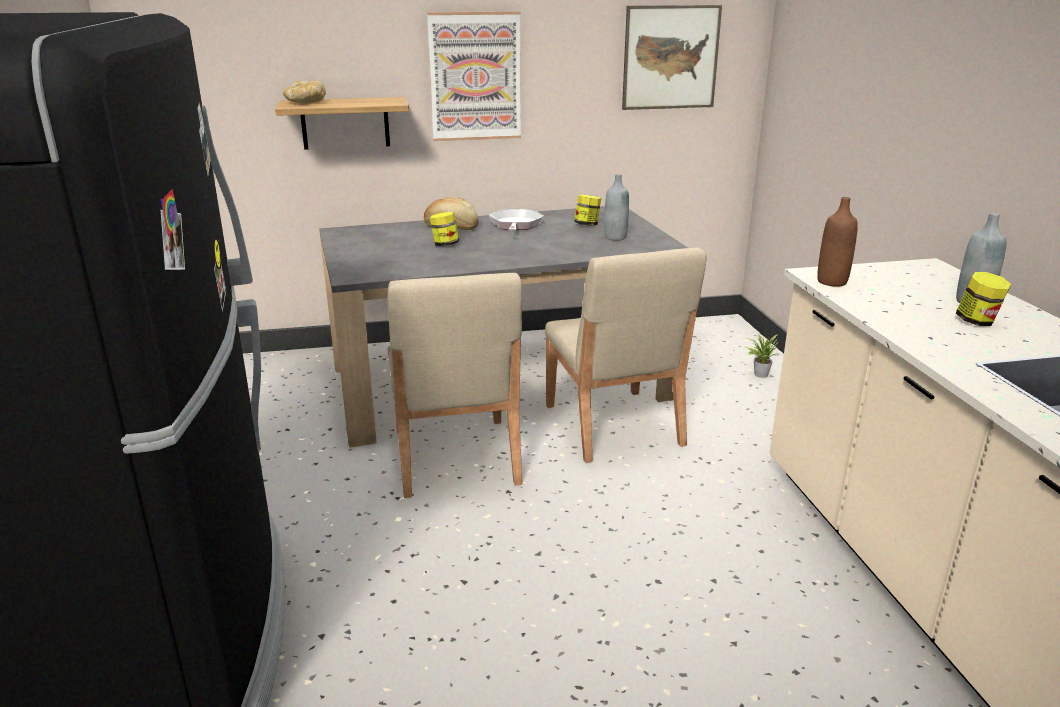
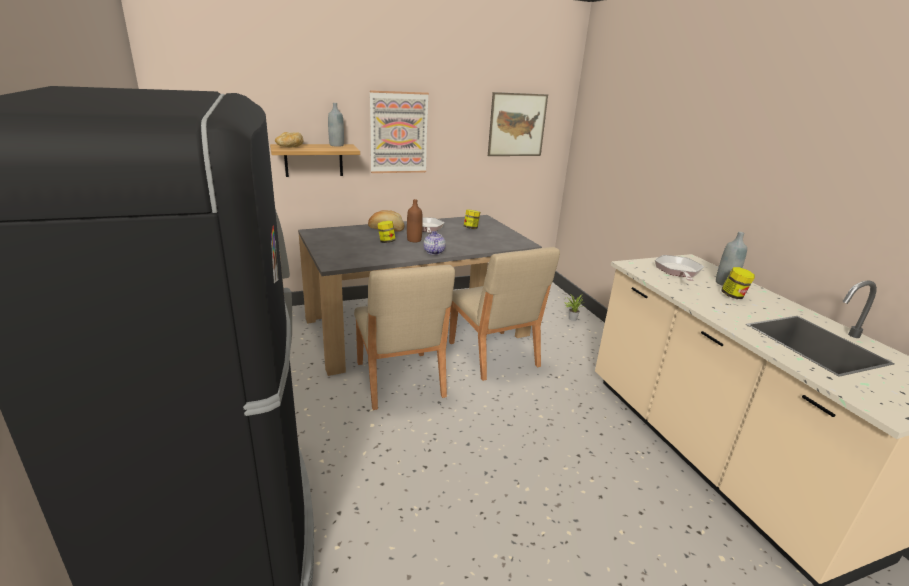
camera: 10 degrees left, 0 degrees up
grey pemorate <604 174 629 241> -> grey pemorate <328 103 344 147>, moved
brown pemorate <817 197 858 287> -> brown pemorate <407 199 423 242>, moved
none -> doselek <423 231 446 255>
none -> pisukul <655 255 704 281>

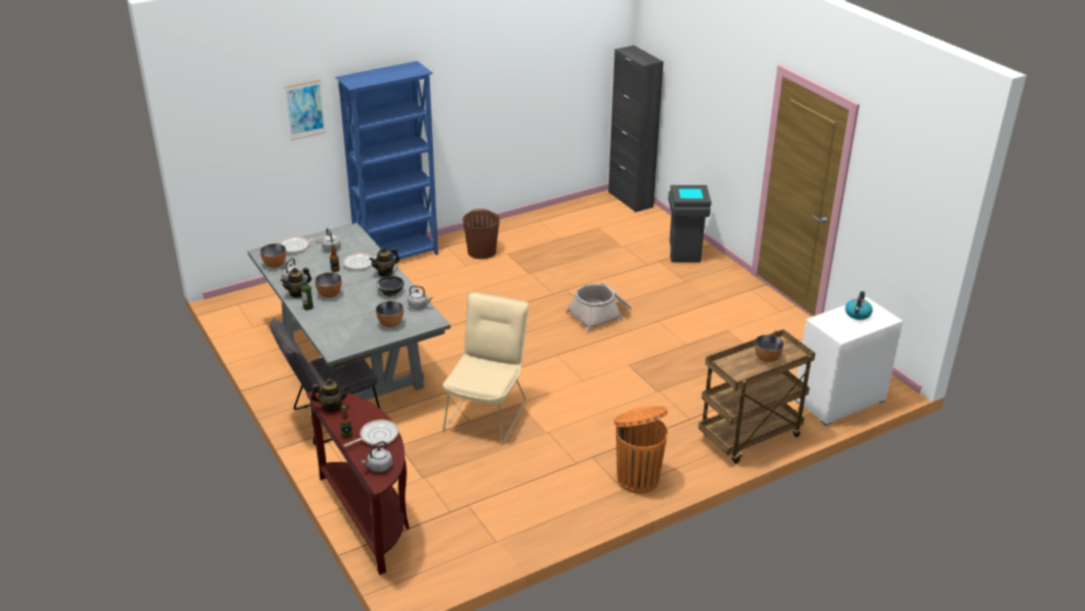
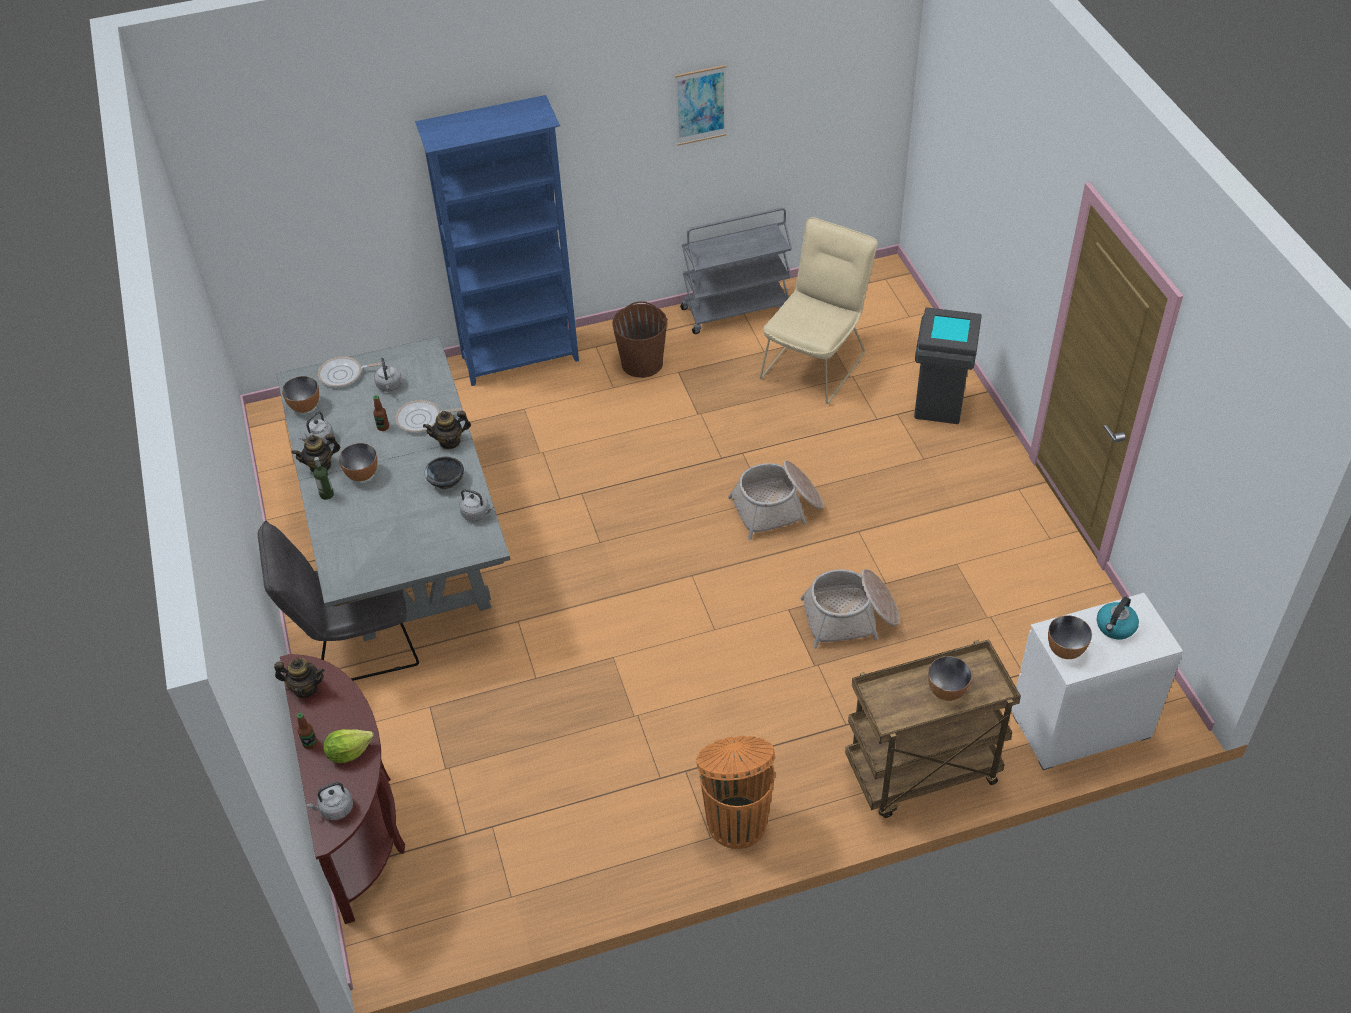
camera: 15 degrees right, 15 degrees up
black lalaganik <608 45 663 212> -> none
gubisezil <284 79 326 140> -> gubisezil <674 65 727 146>, moved
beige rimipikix <443 292 529 443> -> beige rimipikix <760 217 878 404>, moved
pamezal <376 301 404 328> -> pamezal <1048 615 1092 659>, moved
pisukul <344 420 399 447> -> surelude <323 729 374 763>
none -> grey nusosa <680 208 792 334>
none -> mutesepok <800 569 899 649>

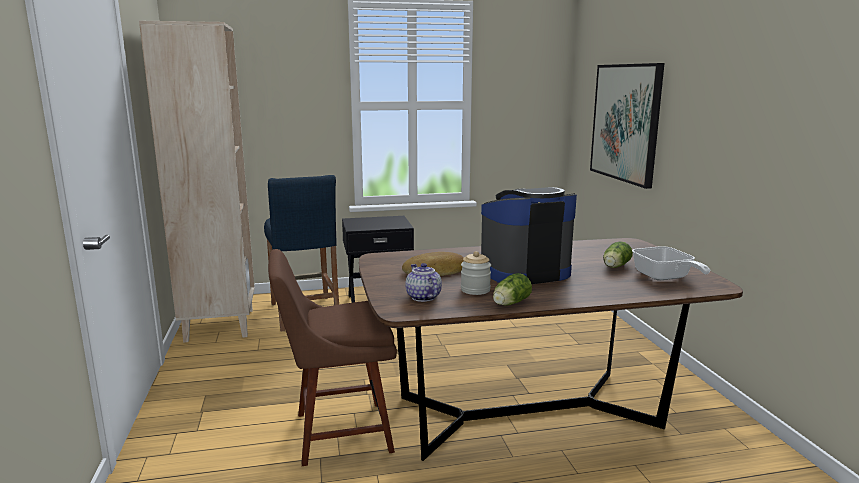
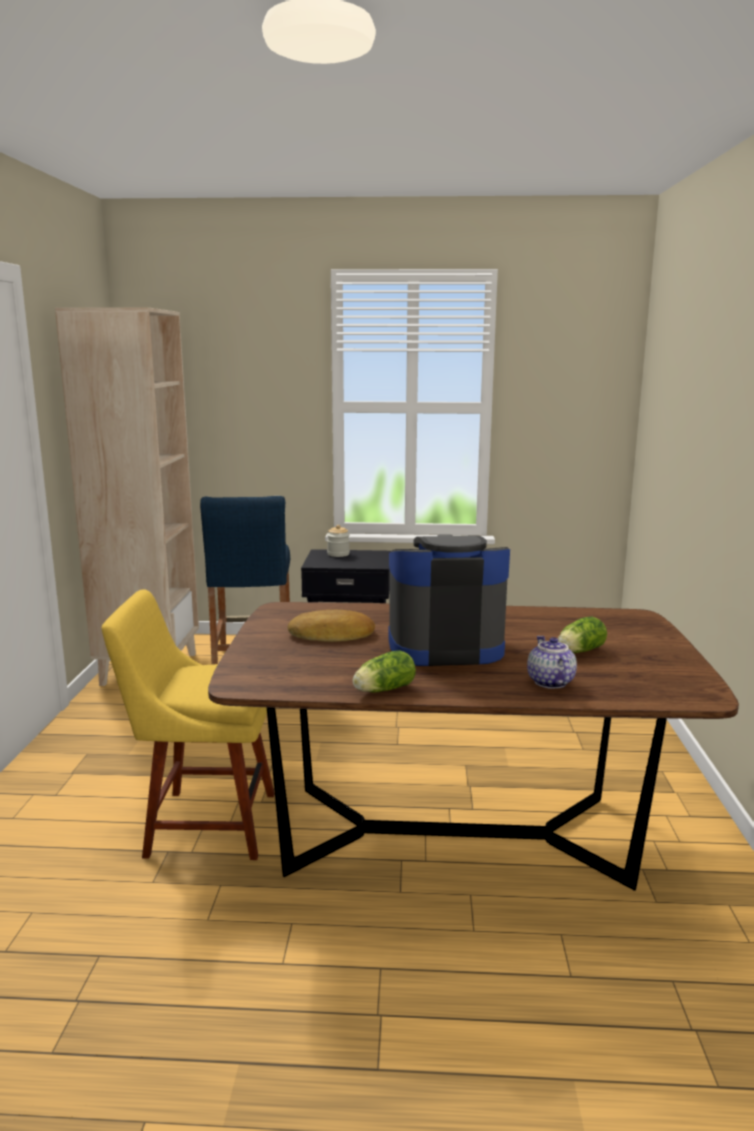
camera: 15 degrees right, 0 degrees up
gubisezil <590 63 664 189> -> none
pisukul <632 246 710 281> -> none
brown rimipikix <268 249 397 466> -> yellow rimipikix <102 589 275 860>
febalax <461 251 491 295> -> febalax <327 525 350 557>, moved
doselek <405 263 442 302> -> doselek <527 636 577 689>, moved

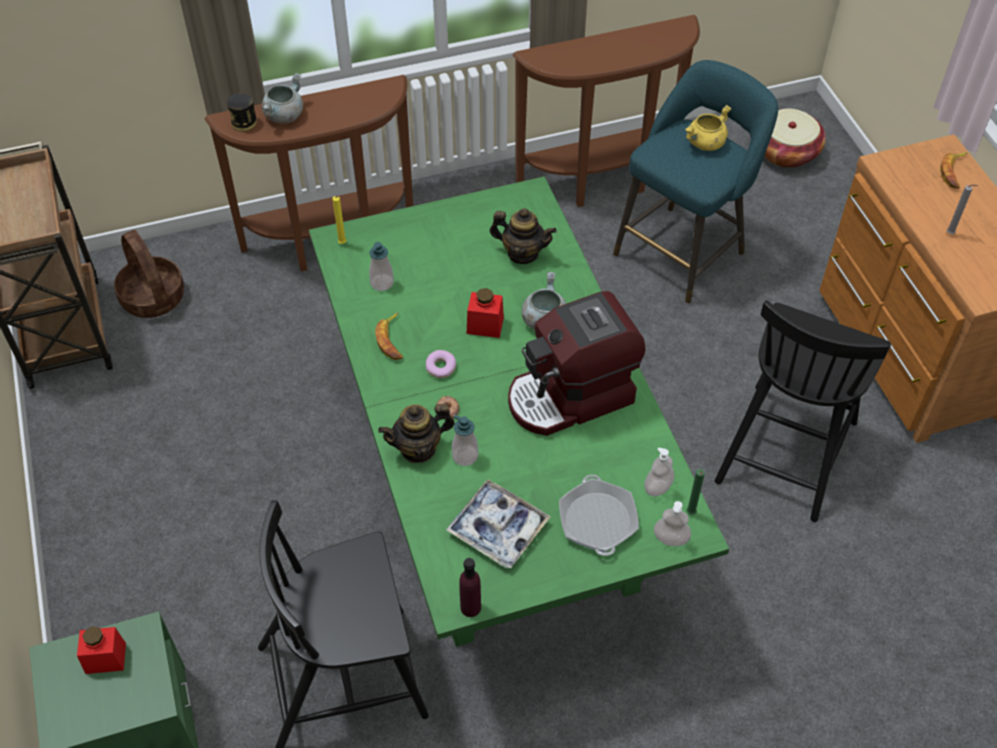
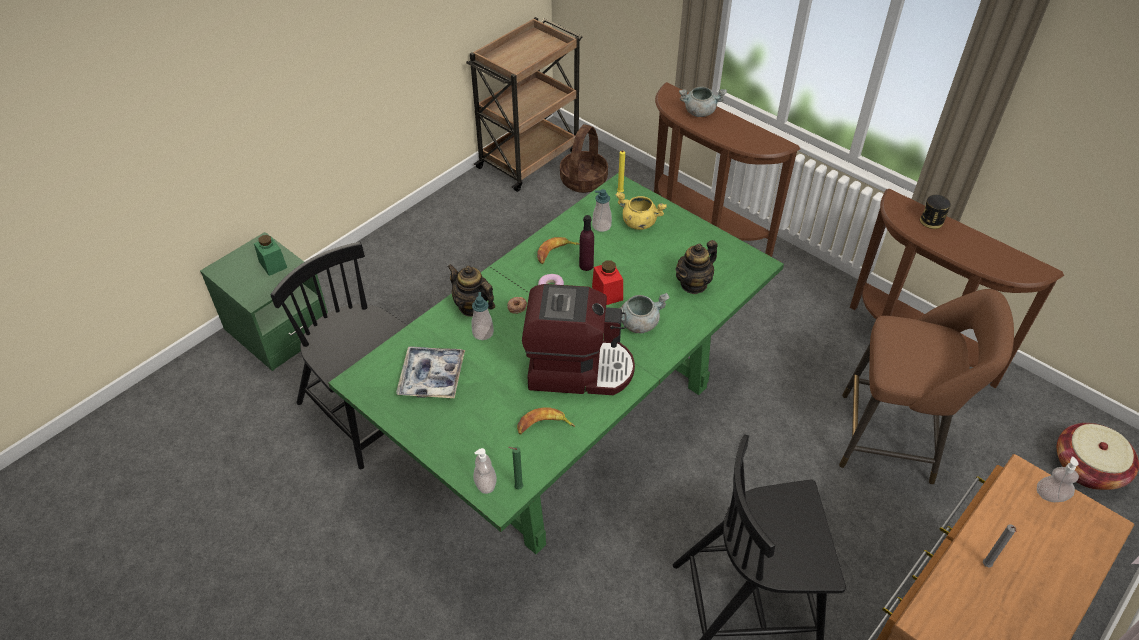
camera: 60 degrees right, 5 degrees down
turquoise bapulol <613 60 778 303> -> brown bapulol <839 289 1014 484>
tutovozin <227 93 257 131> -> tutovozin <920 195 951 229>, moved
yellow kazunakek <685 105 731 151> -> yellow kazunakek <616 192 667 230>, moved
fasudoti <940 153 967 189> -> fasudoti <517 407 575 434>, moved
doselek <490 208 557 264> -> doselek <675 240 718 294>, 60 degrees clockwise
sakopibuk <508 291 646 436> -> sakopibuk <522 284 635 395>, 150 degrees clockwise
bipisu <644 448 674 497> -> bipisu <1037 457 1079 502>, moved
pisukul <559 475 639 556> -> none
purple pemorate <459 558 481 617> -> purple pemorate <579 215 594 271>, moved
red febalax <77 626 126 674> -> green febalax <254 235 287 276>

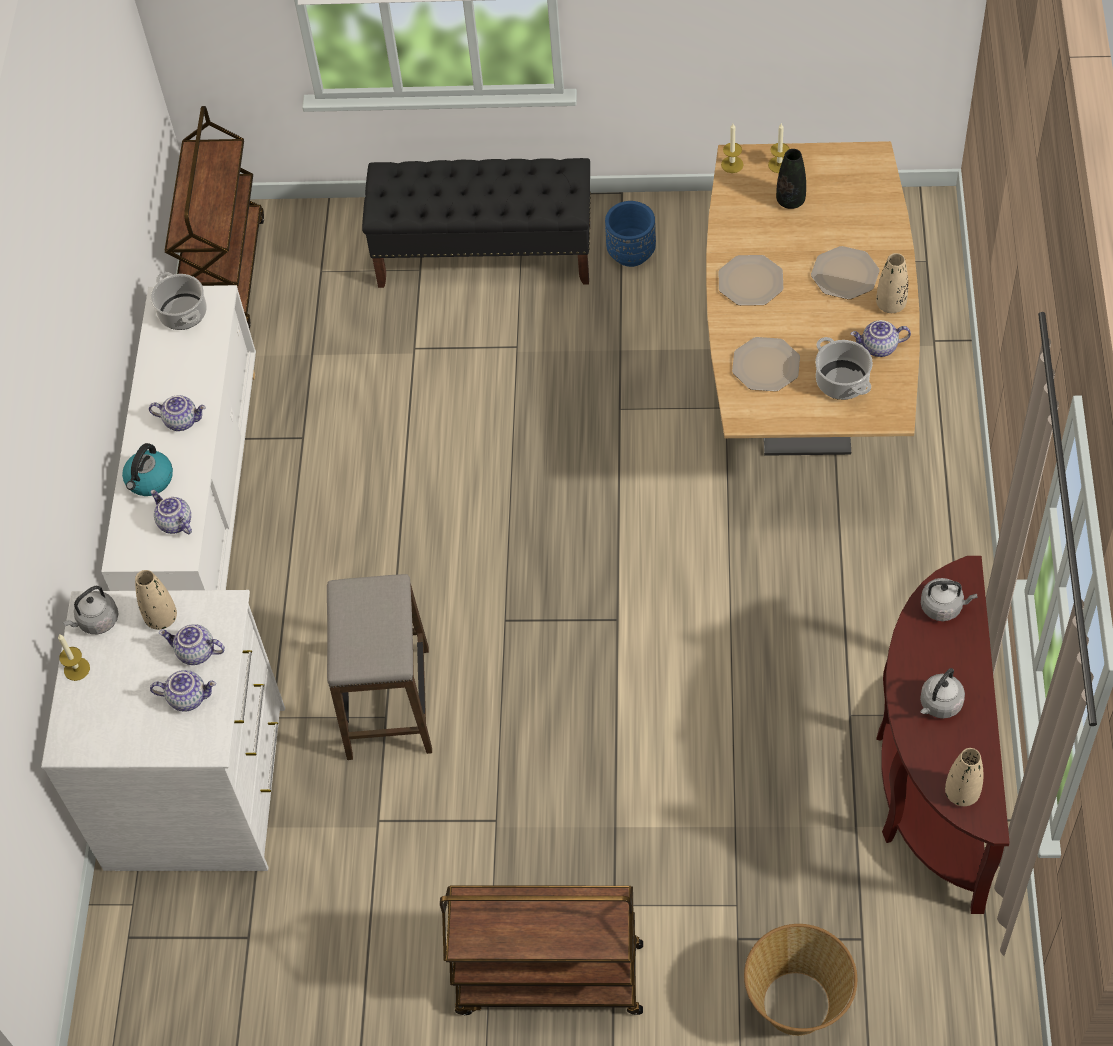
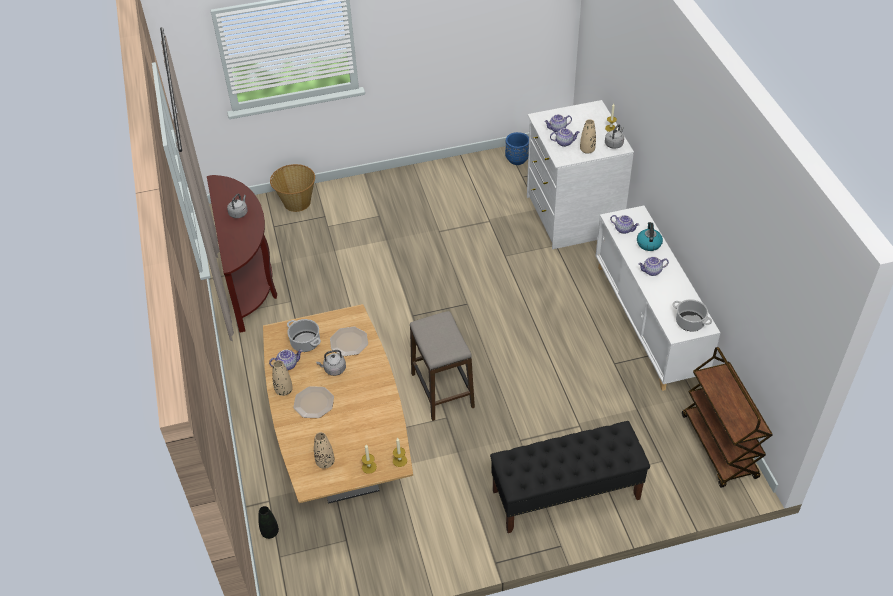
camera: 160 degrees right, 10 degrees down
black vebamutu <776 149 806 209> -> black vebamutu <258 506 279 539>, moved
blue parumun <605 201 656 267> -> blue parumun <505 132 529 165>, moved
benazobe <718 255 784 306> -> none
bapulol <327 574 432 760> -> bapulol <410 311 475 421>, moved
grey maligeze <921 578 977 621> -> grey maligeze <316 350 346 376>, moved
beige vebamutu <945 748 983 806> -> beige vebamutu <314 432 335 469>, moved
brown nusosa <440 886 643 1015> -> none

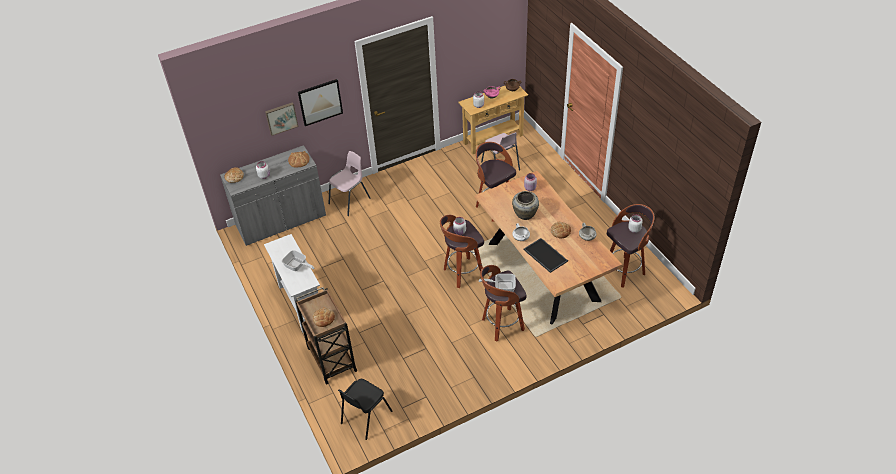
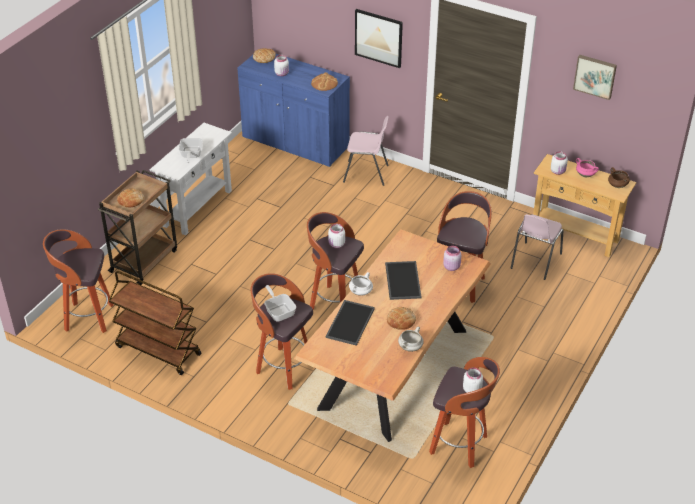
camera: 55 degrees right, 5 degrees down
gubisezil <265 102 298 136> -> gubisezil <573 55 617 100>, moved
grey lalaganik <220 145 326 246> -> blue lalaganik <237 54 350 167>
beige vebamutu <512 191 539 220> -> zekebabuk <385 261 422 300>
black rimipikix <338 379 393 440> -> bapulol <43 229 114 333>
none -> brown nusosa <108 271 202 375>

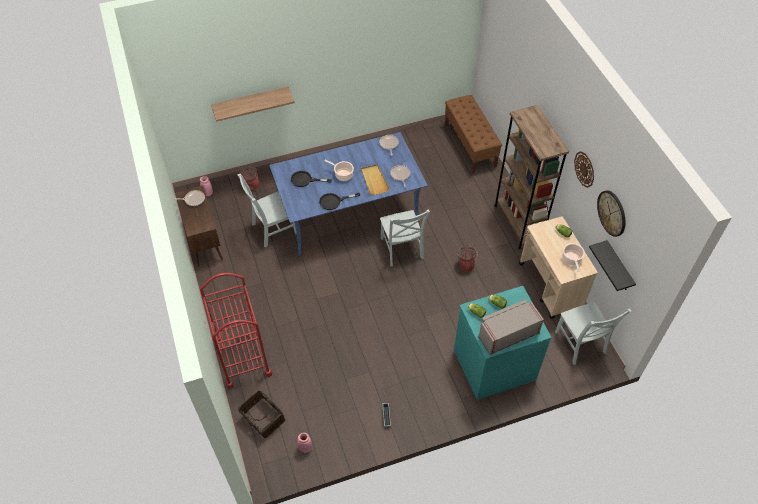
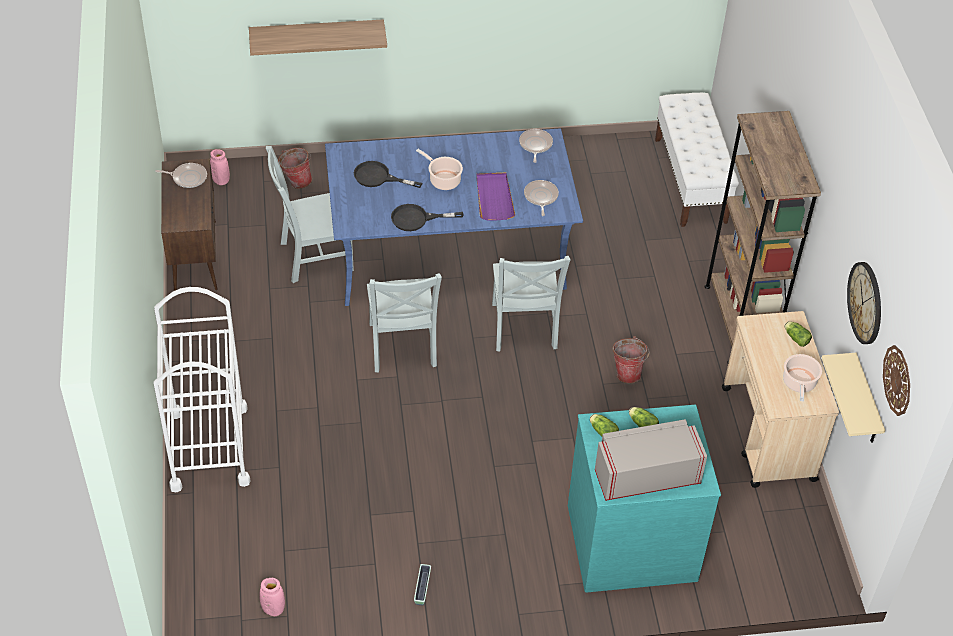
camera: 10 degrees right, 5 degrees down
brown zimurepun <445 95 502 174> -> white zimurepun <655 93 739 227>
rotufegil <574 151 594 188> -> rotufegil <883 345 910 416>, moved
beige zekebabuk <361 164 390 195> -> purple zekebabuk <476 172 515 220>
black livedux <589 240 636 291> -> beige livedux <822 353 885 443>
red nusosa <200 273 272 389> -> white nusosa <153 287 250 493>
grey rimipikix <555 302 631 365> -> grey rimipikix <367 273 442 373>, moved
mutesepok <238 390 285 438> -> none

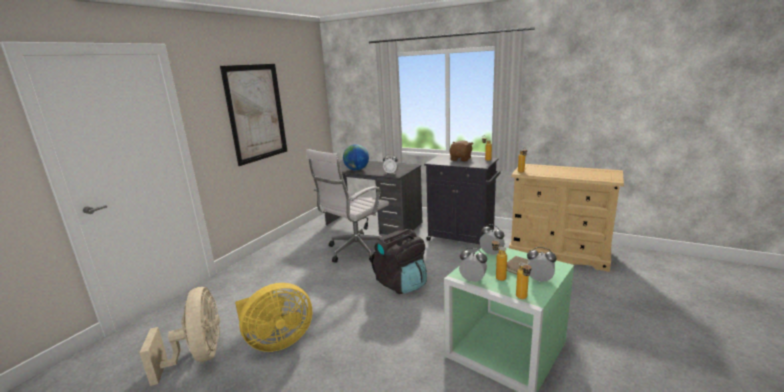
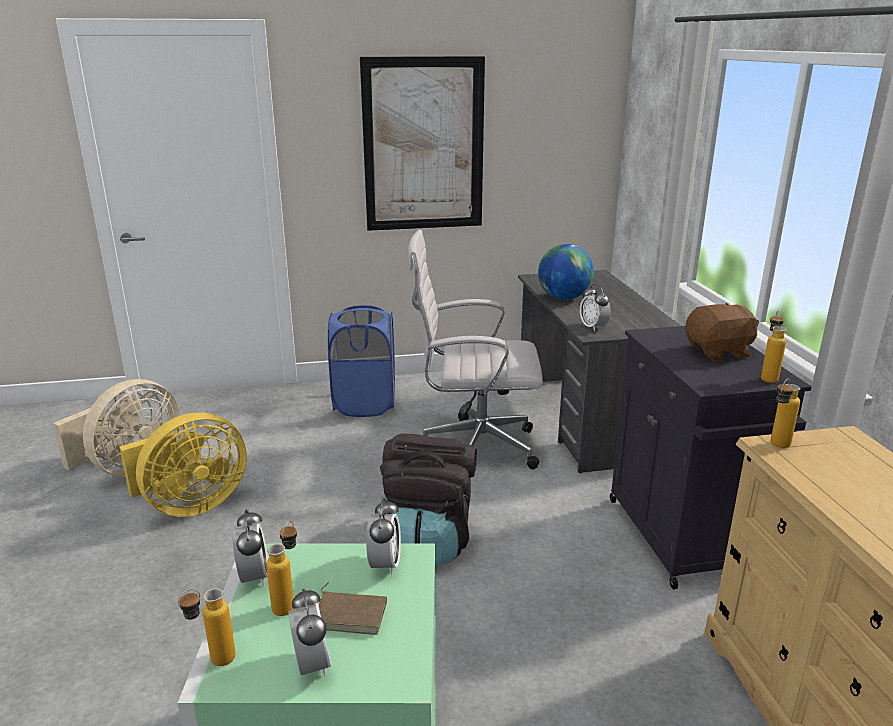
camera: 50 degrees right, 5 degrees up
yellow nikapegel <235 283 313 352> -> yellow nikapegel <120 412 247 517>, 60 degrees counterclockwise
none -> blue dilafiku <328 305 395 417>

